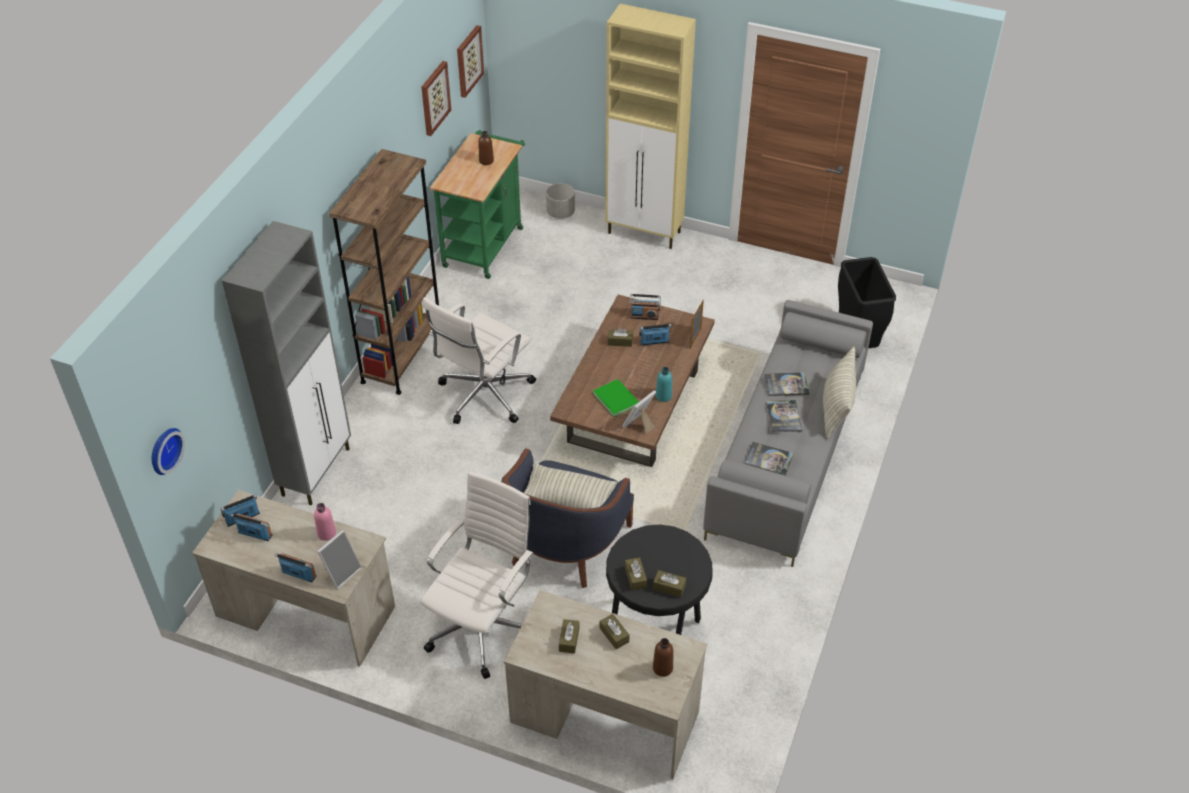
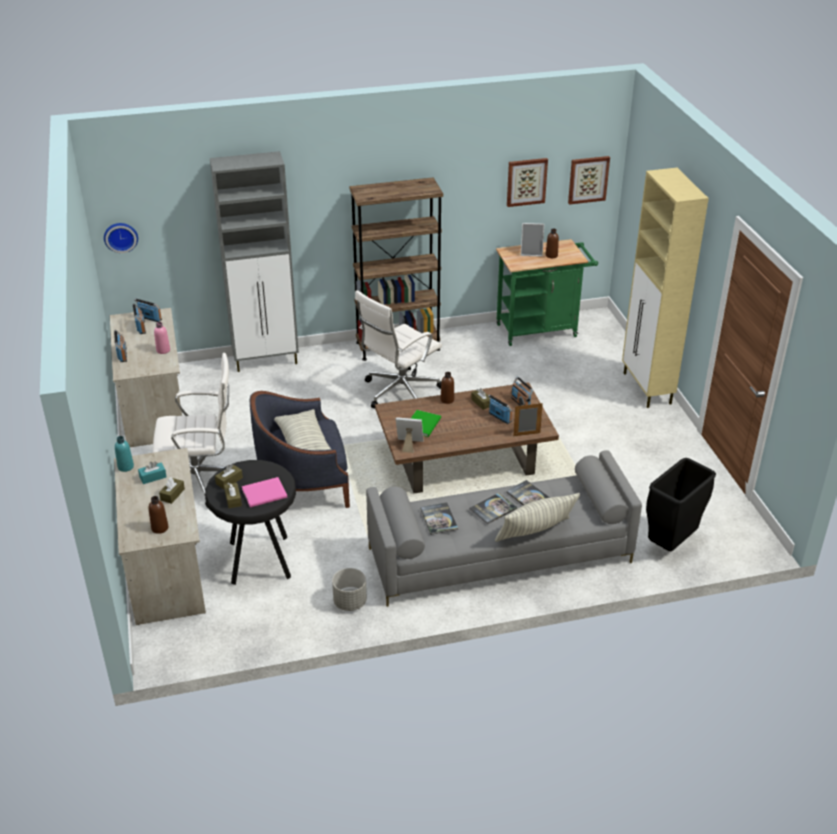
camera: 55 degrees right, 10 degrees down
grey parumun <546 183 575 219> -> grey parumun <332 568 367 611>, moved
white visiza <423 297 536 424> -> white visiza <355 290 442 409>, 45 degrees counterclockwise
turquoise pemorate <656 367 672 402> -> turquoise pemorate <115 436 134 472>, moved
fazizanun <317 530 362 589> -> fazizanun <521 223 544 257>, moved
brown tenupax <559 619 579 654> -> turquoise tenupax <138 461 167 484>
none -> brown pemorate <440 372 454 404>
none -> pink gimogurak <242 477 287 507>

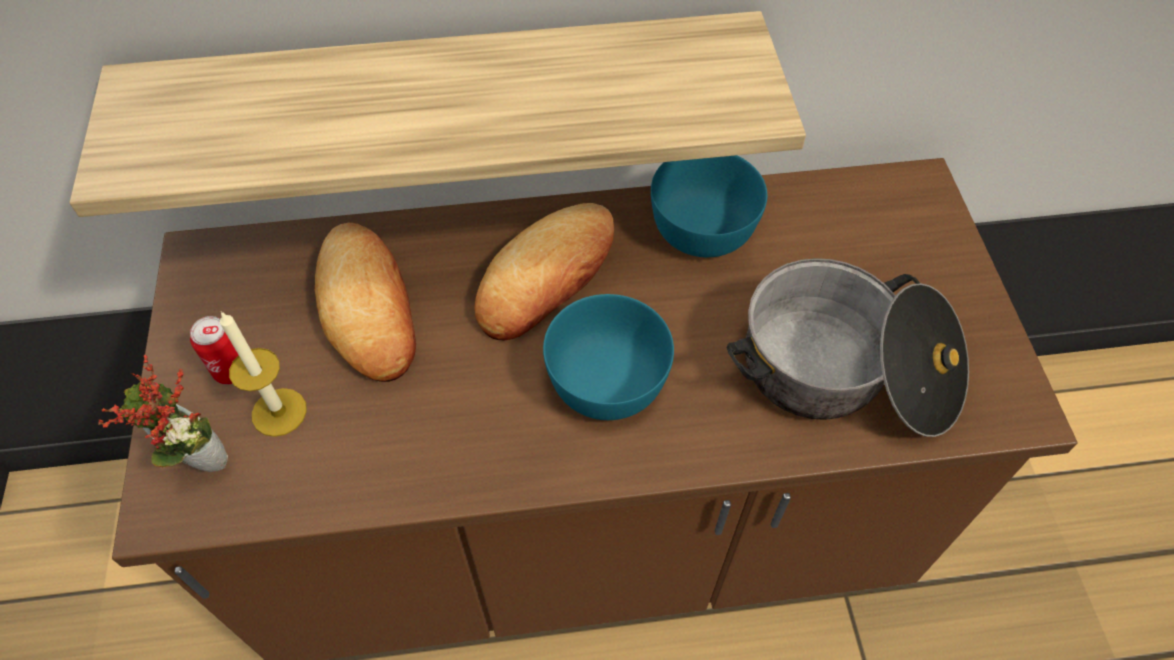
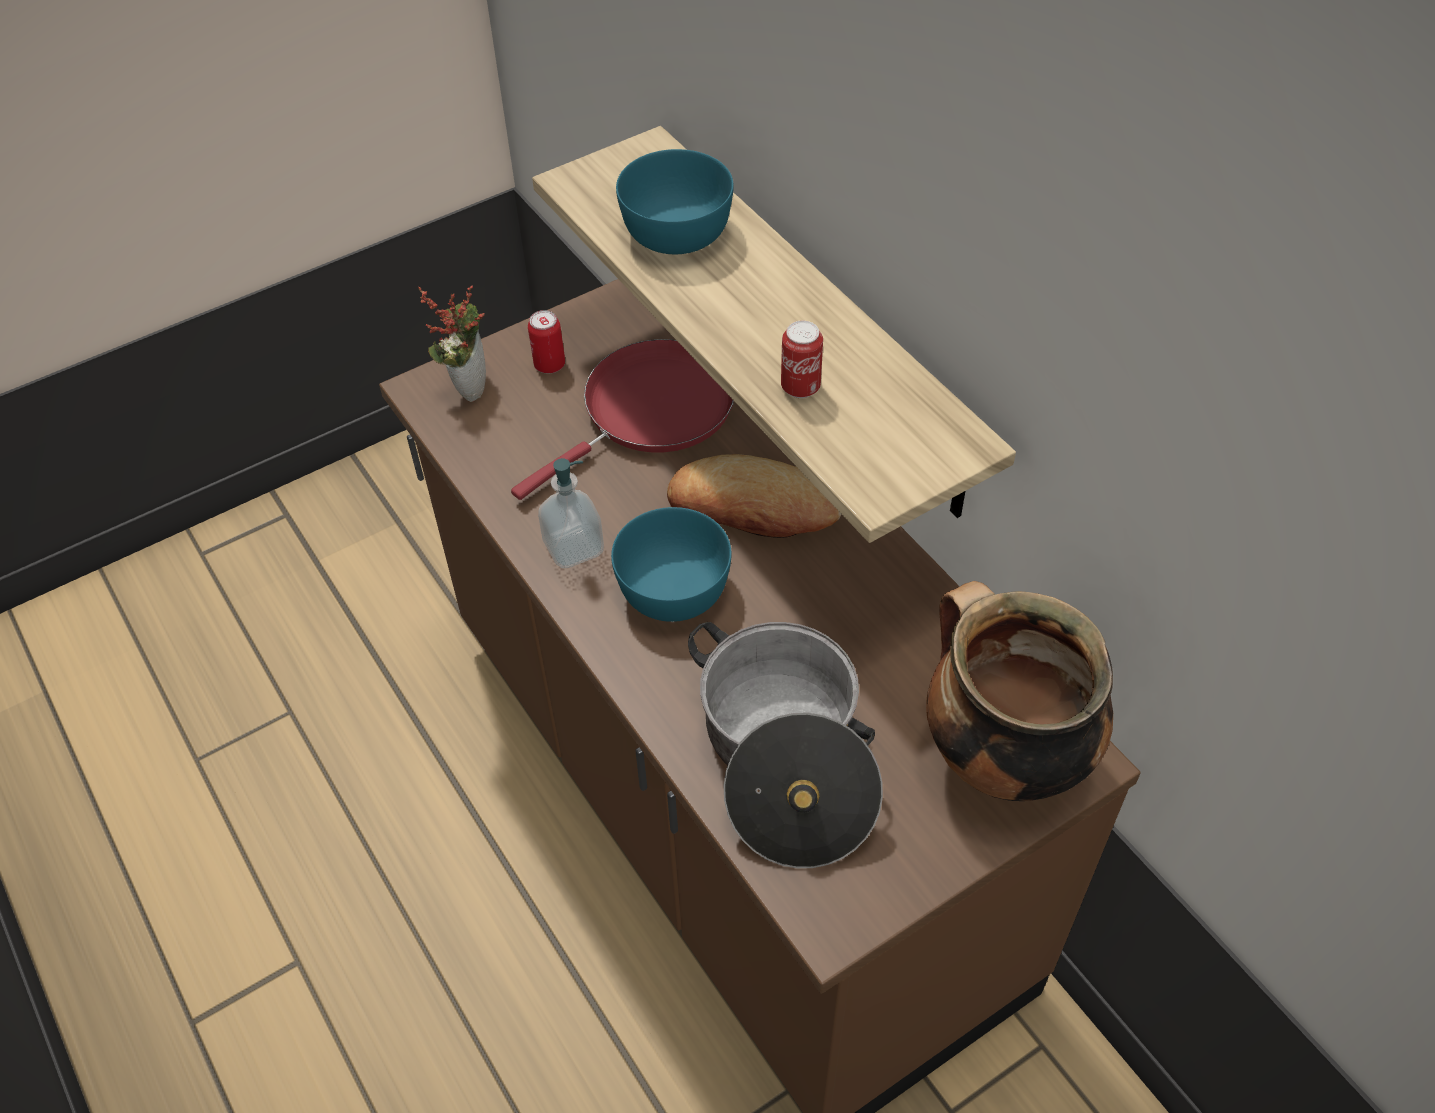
camera: 65 degrees right, 5 degrees down
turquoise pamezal <651 155 767 257> -> turquoise pamezal <616 149 734 255>, moved
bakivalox <315 223 416 382> -> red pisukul <511 339 734 500>
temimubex <220 311 307 437> -> none
none -> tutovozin <781 321 823 398>
none -> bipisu <538 458 604 568>
none -> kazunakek <926 581 1113 801>

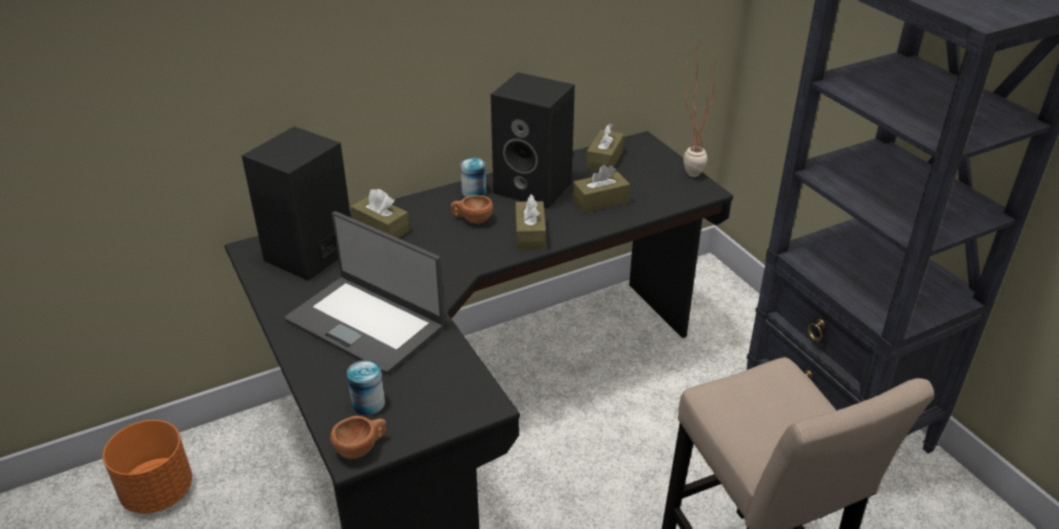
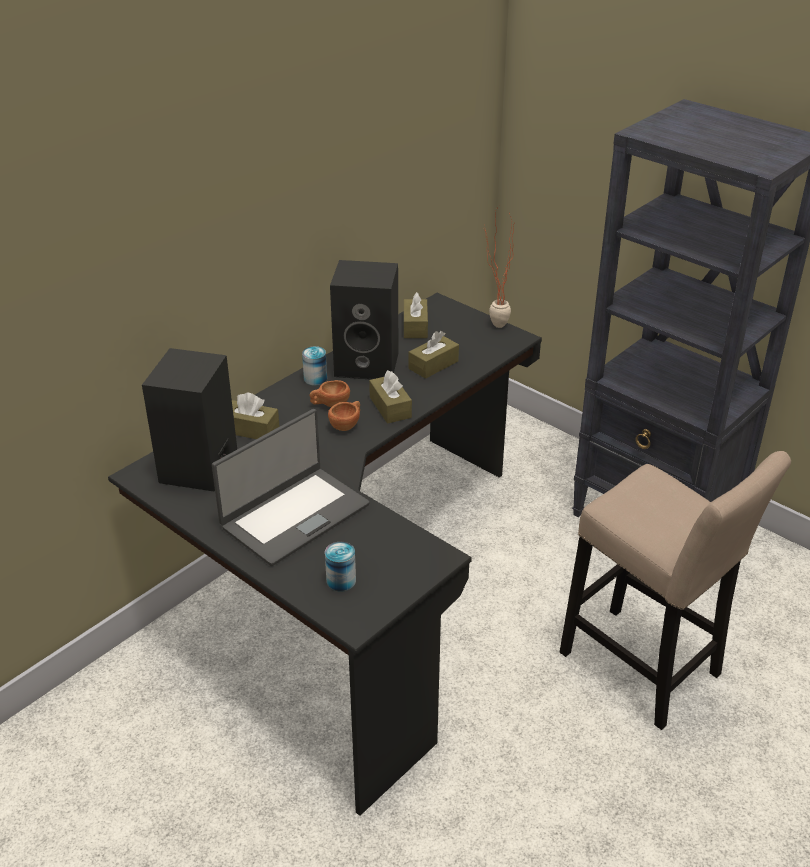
camera: 20 degrees left, 0 degrees up
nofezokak <284 211 445 374> -> nofezokak <212 409 370 566>, 60 degrees counterclockwise
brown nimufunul <330 416 387 459> -> brown nimufunul <328 401 360 431>, moved
orange parumun <103 420 192 513> -> none

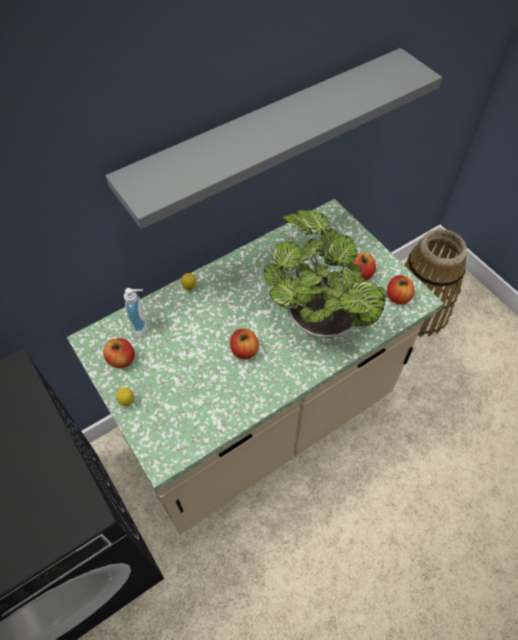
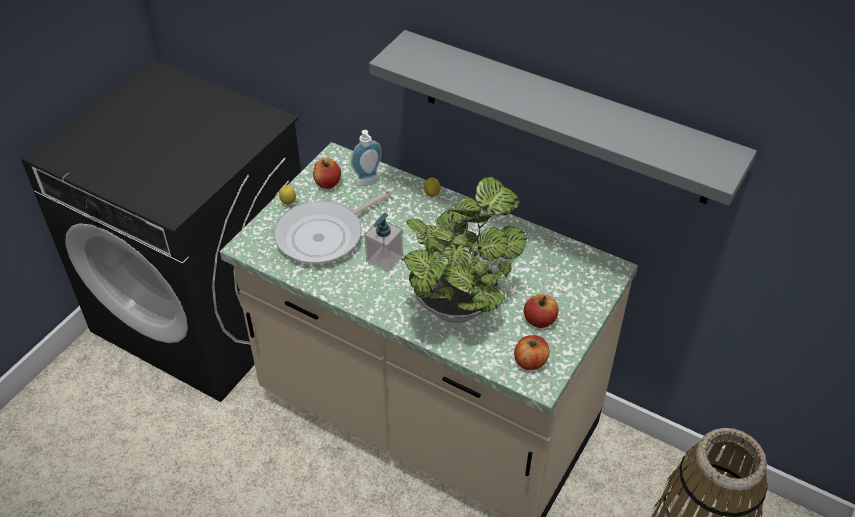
camera: 65 degrees right, 10 degrees down
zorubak <230 329 259 359> -> bipisu <365 213 403 273>
none -> pisukul <274 190 392 264>

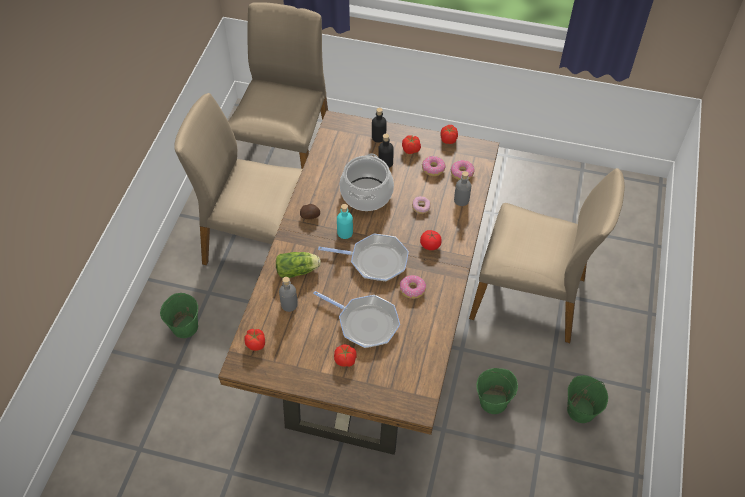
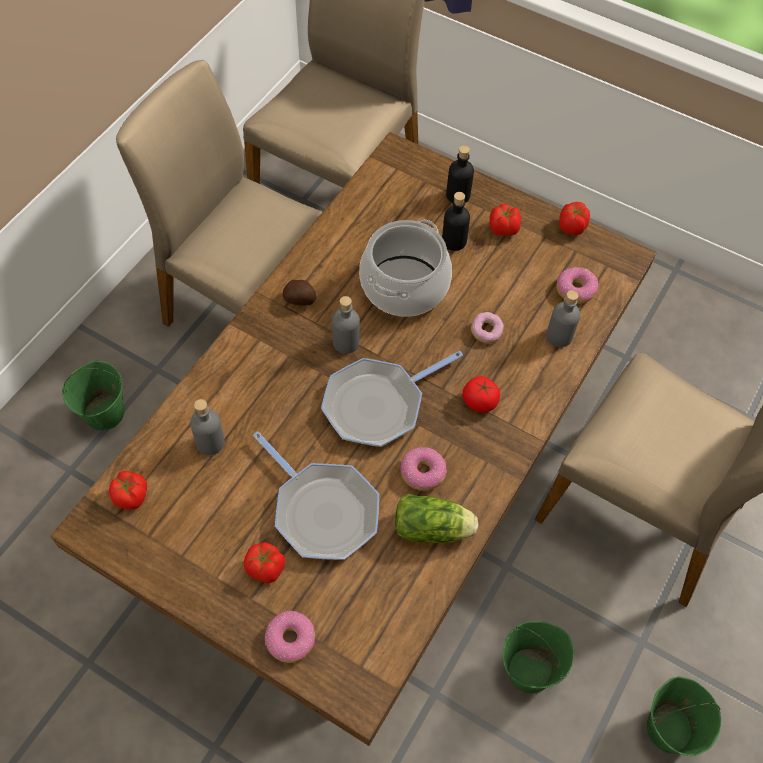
camera: 15 degrees right, 5 degrees up
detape <422 156 446 176> -> detape <265 611 315 663>, moved
turquoise pemorate <337 204 353 239> -> grey pemorate <332 296 360 354>
pisukul <318 234 409 281> -> pisukul <321 351 463 447>, 120 degrees clockwise
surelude <276 252 321 278> -> surelude <395 494 478 543>, moved

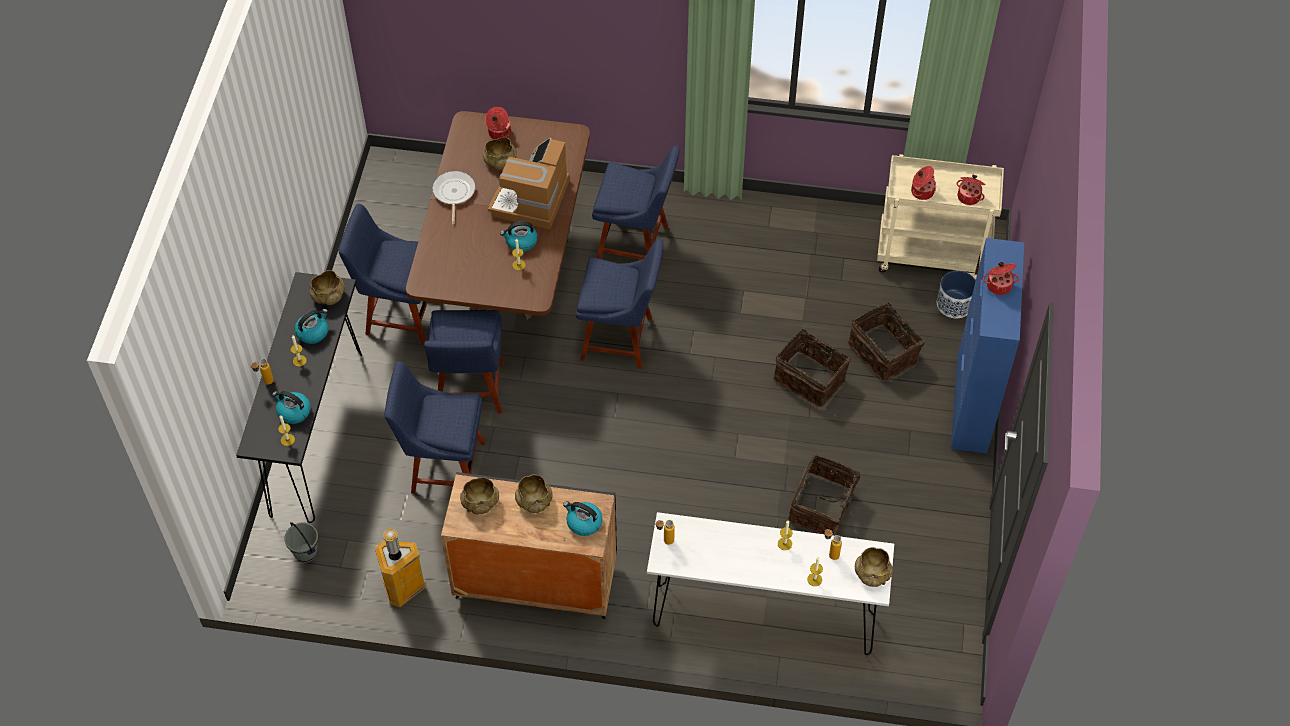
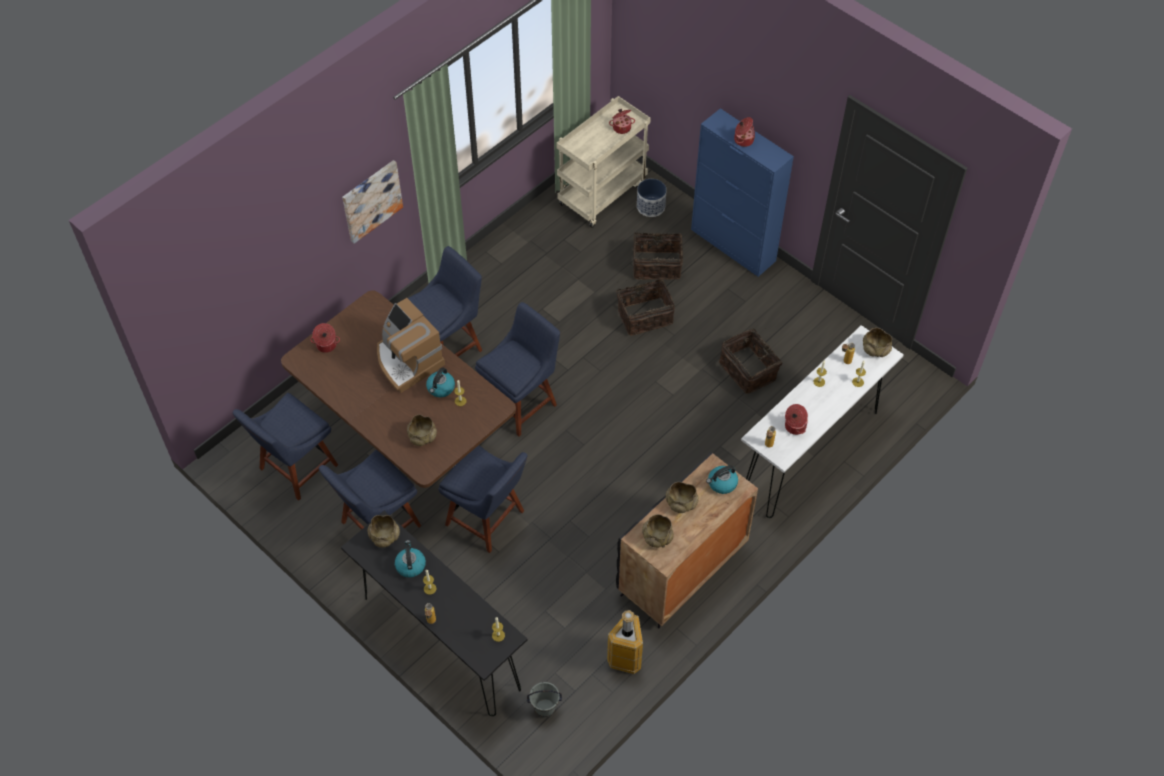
camera: 55 degrees left, 0 degrees up
beige pamezal <483 137 517 170> -> beige pamezal <407 415 437 446>, moved
kazunakek <911 166 936 200> -> kazunakek <785 404 808 435>, moved
pisukul <433 171 475 224> -> none
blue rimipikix <385 361 485 494> -> blue rimipikix <232 393 338 501>, moved
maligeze <272 391 311 424> -> none
none -> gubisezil <342 160 403 244>

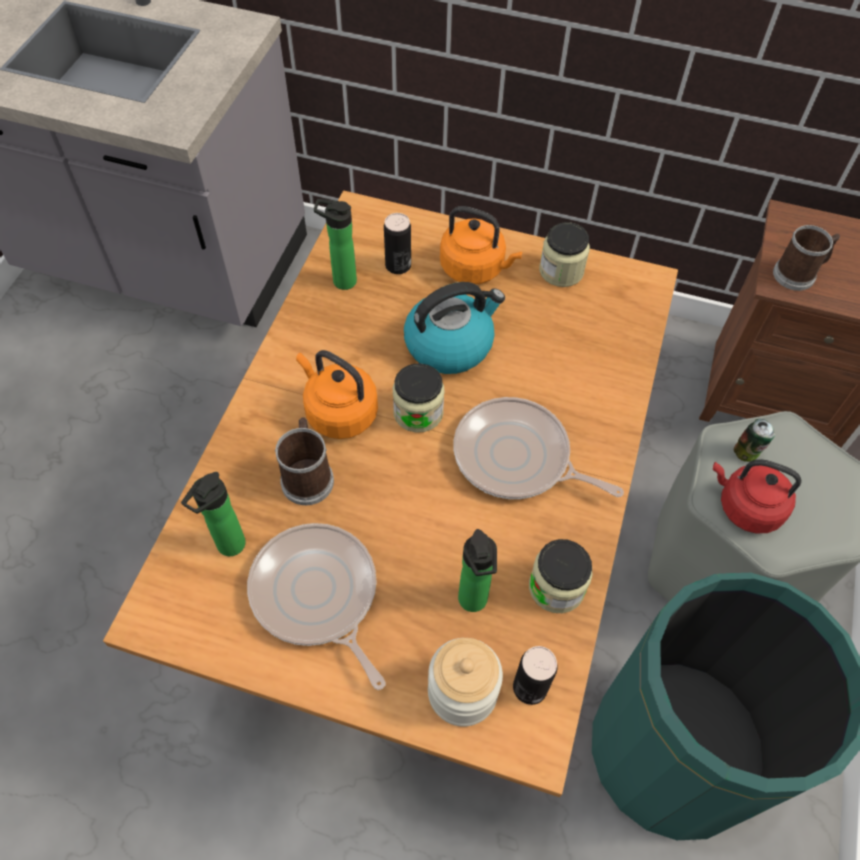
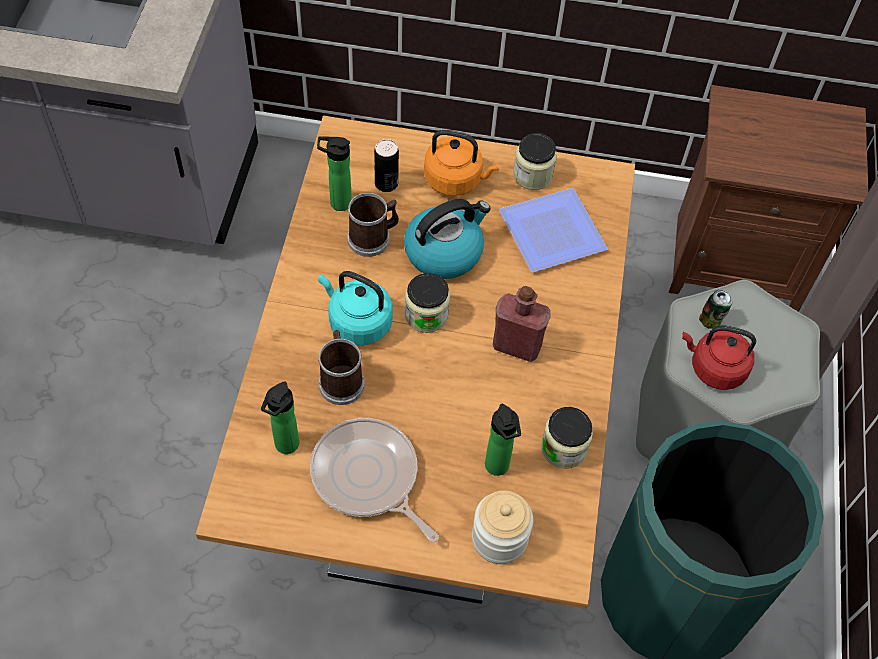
camera: 10 degrees left, 0 degrees up
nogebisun <773 225 840 291> -> nogebisun <347 193 399 257>, moved
orange maligeze <296 350 378 439> -> turquoise maligeze <318 271 393 345>
pisukul <453 397 624 499> -> red pemorate <493 286 551 362>
tutovozin <513 646 557 705> -> none
none -> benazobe <499 188 608 272>

